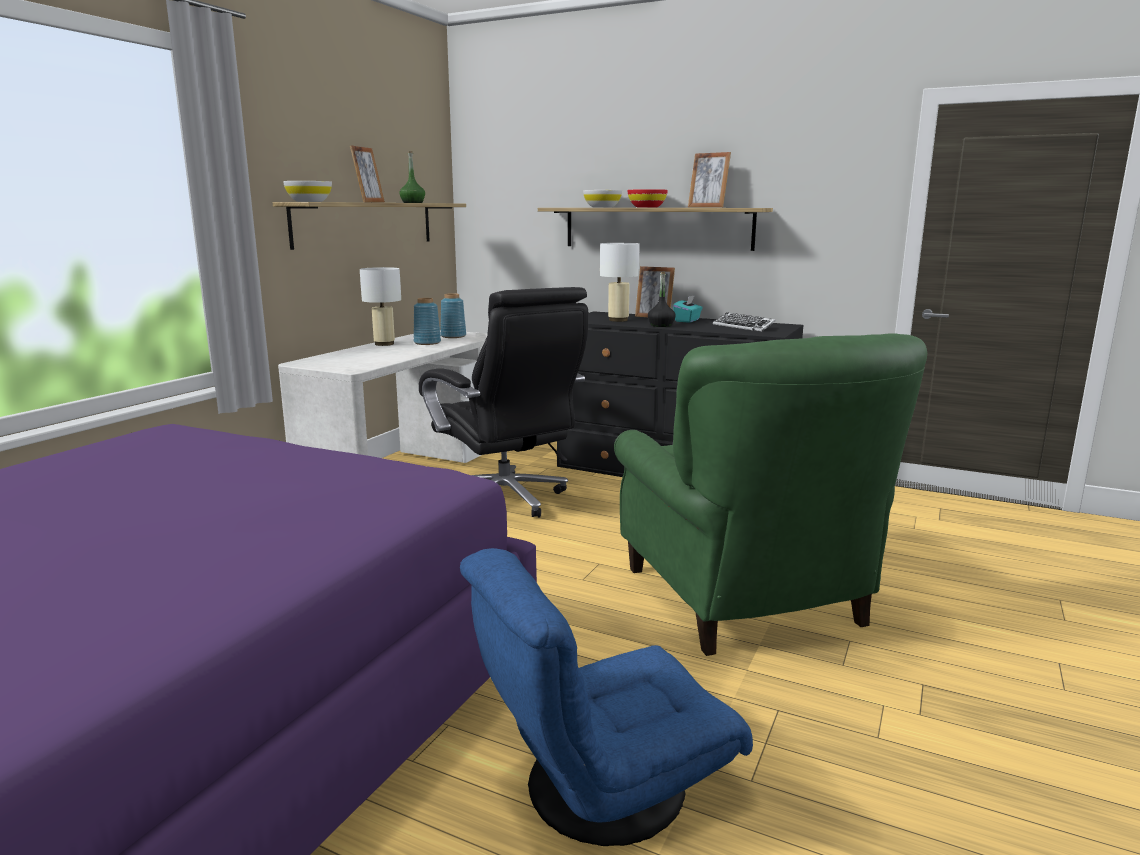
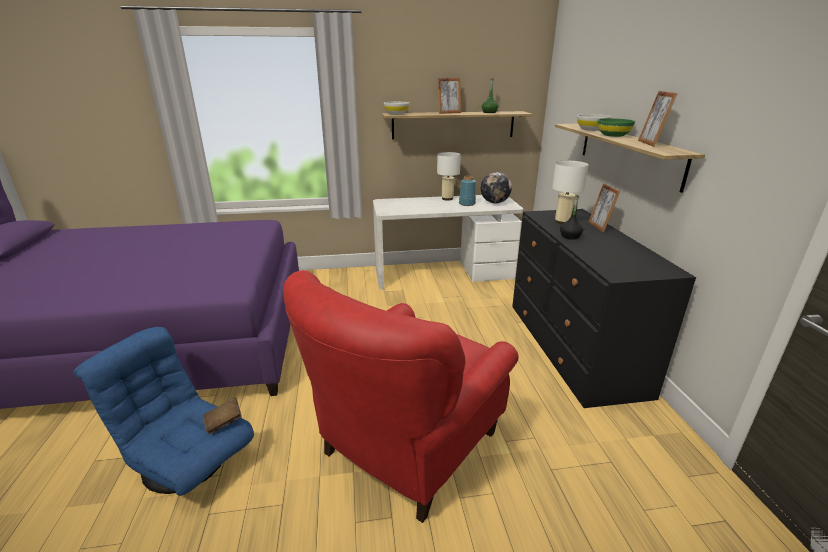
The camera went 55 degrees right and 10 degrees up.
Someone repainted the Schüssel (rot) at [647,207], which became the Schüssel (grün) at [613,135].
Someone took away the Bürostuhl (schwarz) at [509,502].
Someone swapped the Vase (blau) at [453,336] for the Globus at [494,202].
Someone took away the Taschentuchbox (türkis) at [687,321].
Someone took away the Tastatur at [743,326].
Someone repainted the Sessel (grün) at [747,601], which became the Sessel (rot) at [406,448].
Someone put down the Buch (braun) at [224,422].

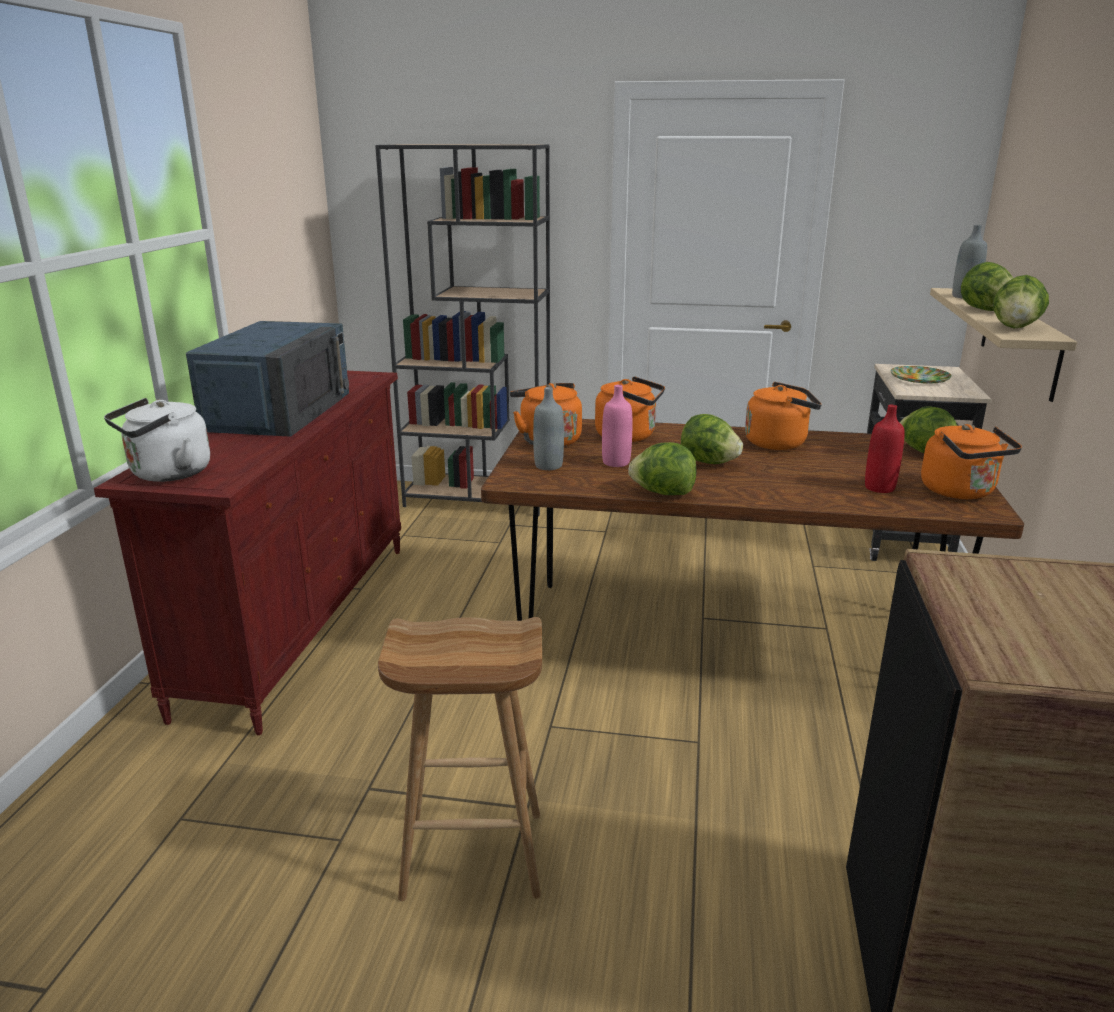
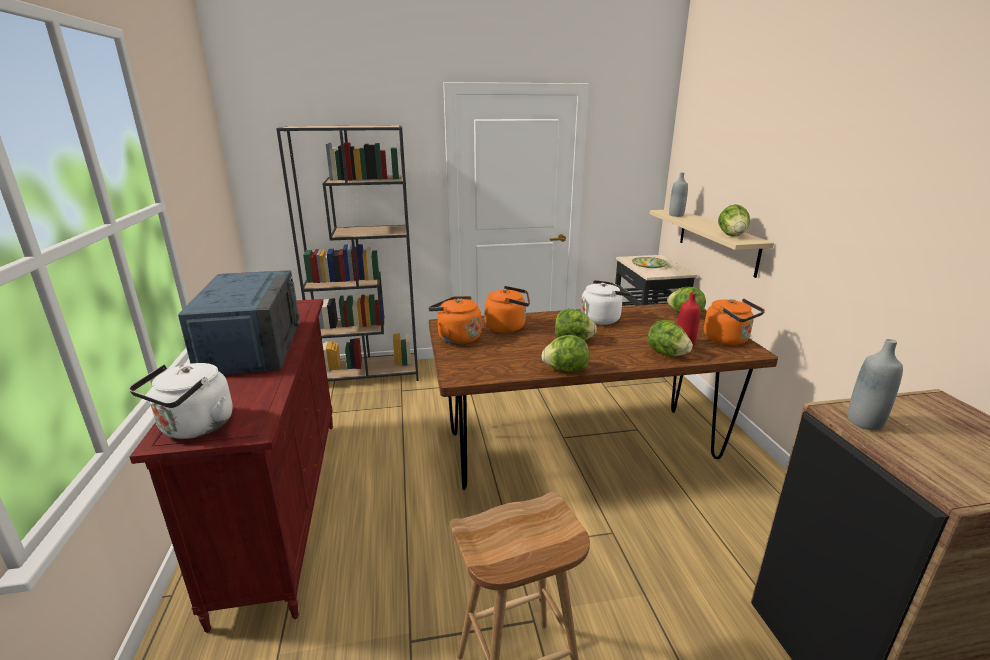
The camera went 20 degrees left and 0 degrees up.
Someone carried the Salatkopf from [985,310] to [667,354].
Someone repainted the Wasserkessel (orange) at [779,443], which became the Wasserkessel (weiß) at [602,319].
Someone took away the Flasche (rosa) at [616,462].
Someone carried the Flasche (grau) from [548,466] to [864,422].

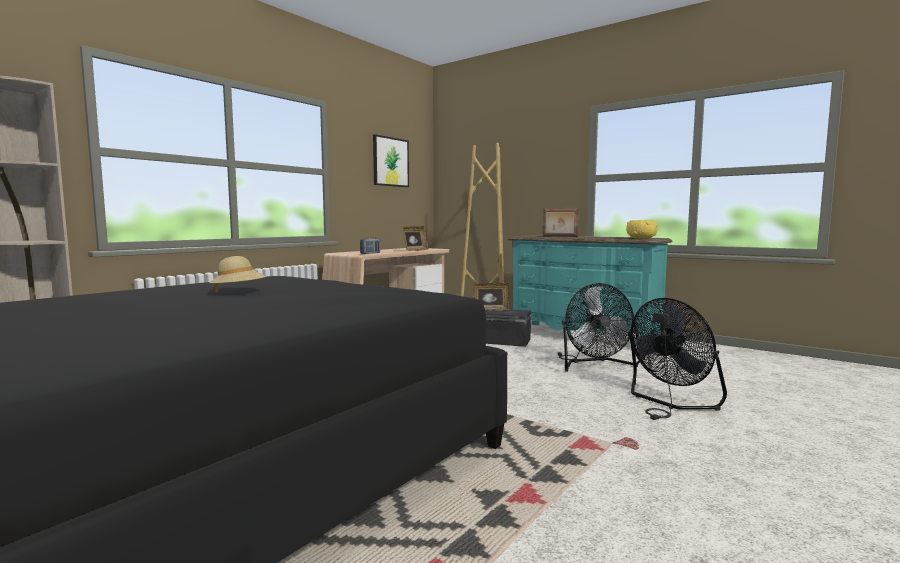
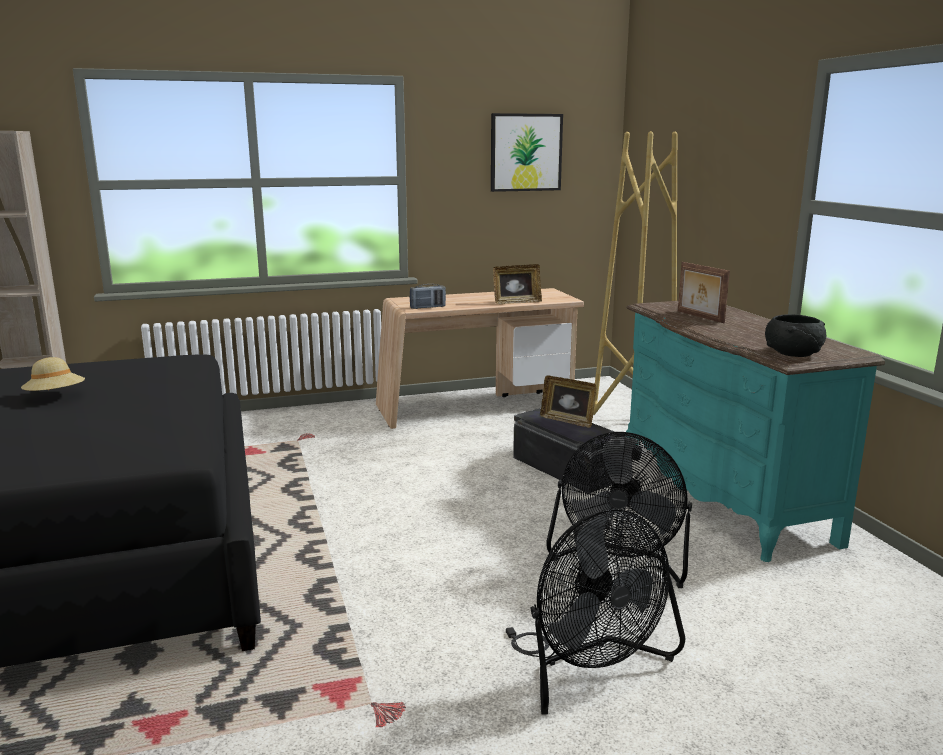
The camera went 35 degrees right and 10 degrees up.
Someone repainted the Schüssel (gelb) at [641,238], which became the Schüssel (schwarz) at [792,353].
Someone rotated the Ventilator (schwarz) at [665,401] by 60 degrees clockwise.

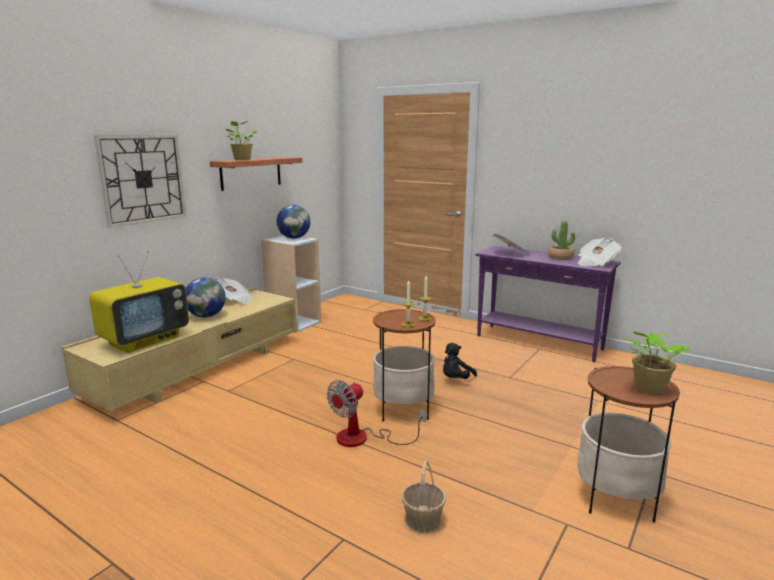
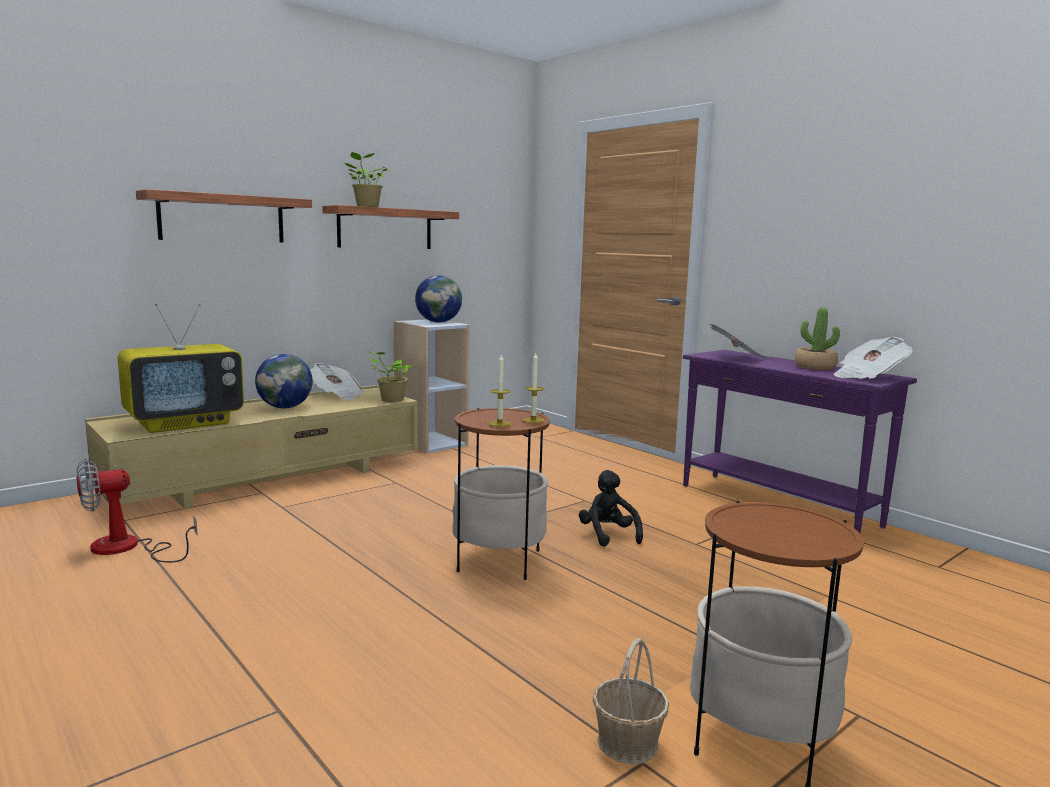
The camera went 15 degrees right and 5 degrees down.
Someone swapped the Wanduhr at [142,179] for the Wandregal at [222,218].
Someone carried the Topfpflanze from [648,388] to [390,400].
Someone rotated the Plüschtier (schwarz) at [456,379] by 105 degrees clockwise.
Someone carried the Ventilator from [363,438] to [127,548].
Someone carried the Korb from [422,520] to [627,743].

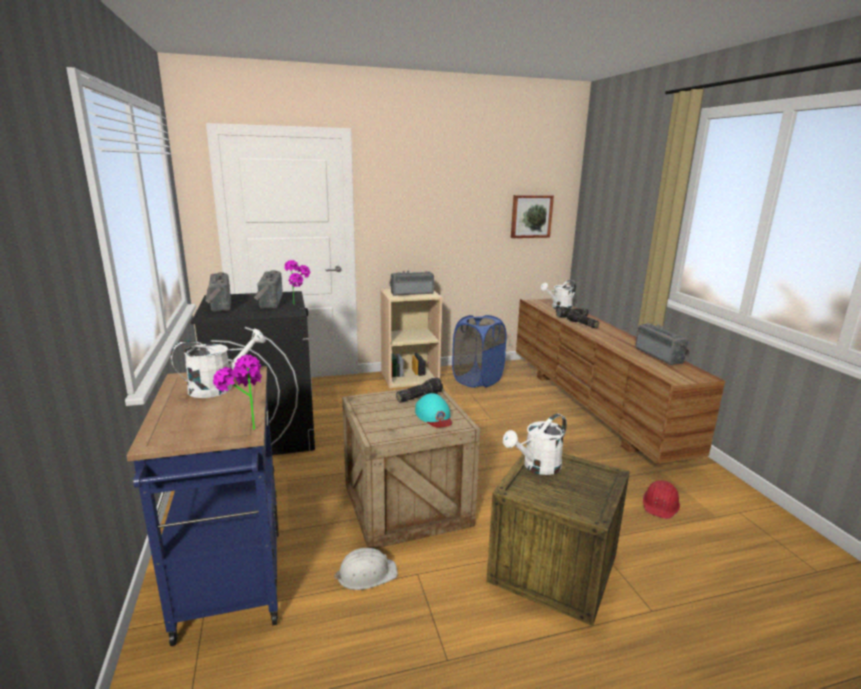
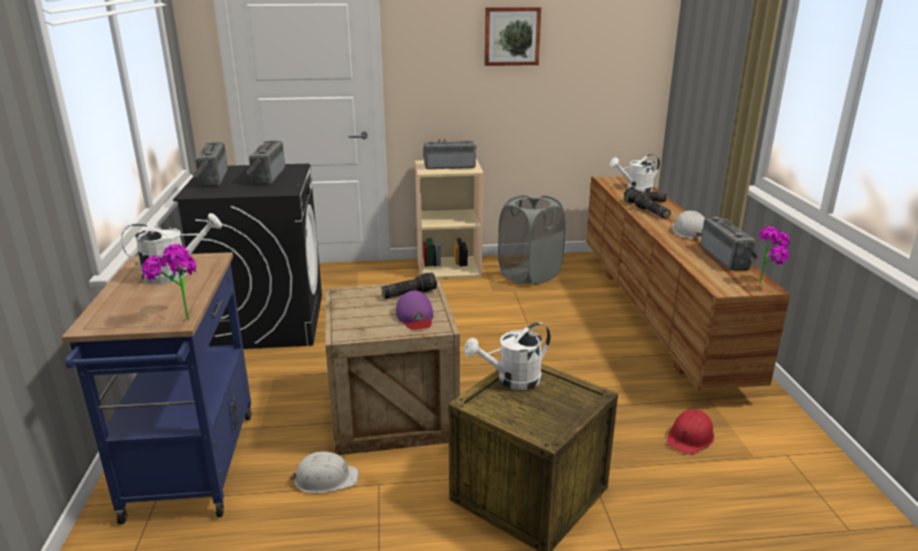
The camera went 10 degrees right and 5 degrees up.
Someone carried the Bild from [531,216] to [511,36].
Someone carried the Topfpflanze from [299,305] to [768,284].
Someone repainted the Wäschekorb (blau) at [477,380], which became the Wäschekorb (grau) at [529,275].
Someone repainted the Kappe (türkis) at [434,416], which became the Kappe (lila) at [415,316].
Someone put down the Schutzhelm (weiß) at [689,232].

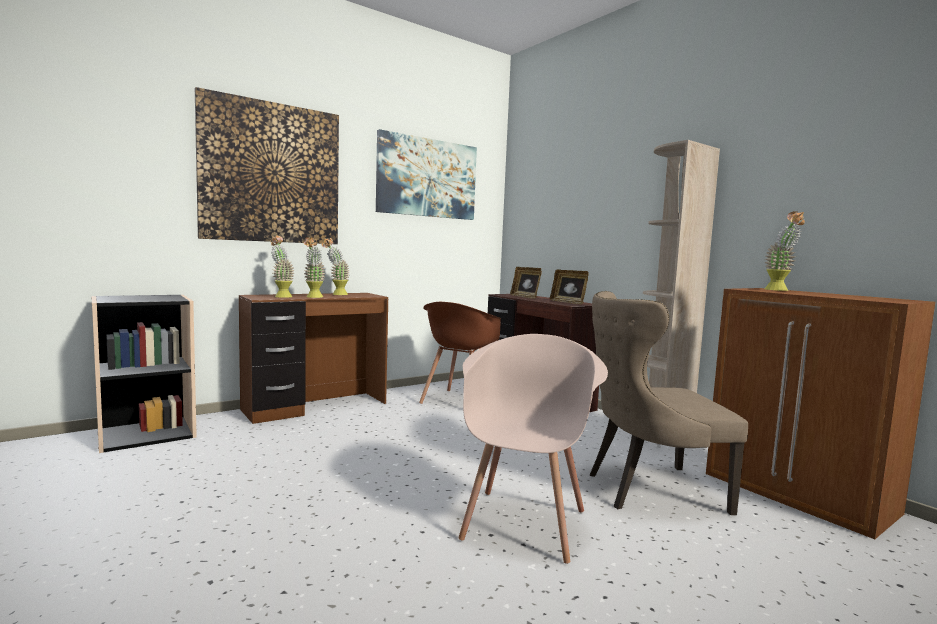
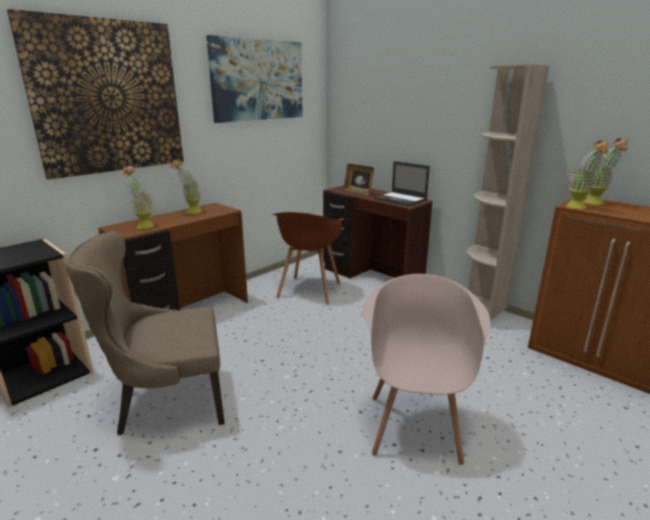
The camera went 10 degrees left and 15 degrees up.
Someone carried the Topfpflanze from [313,297] to [579,208].
Someone swapped the Bilderrahmen at [568,302] for the Laptop at [401,199].
Someone carried the Stuhl (beige) from [648,489] to [167,403].

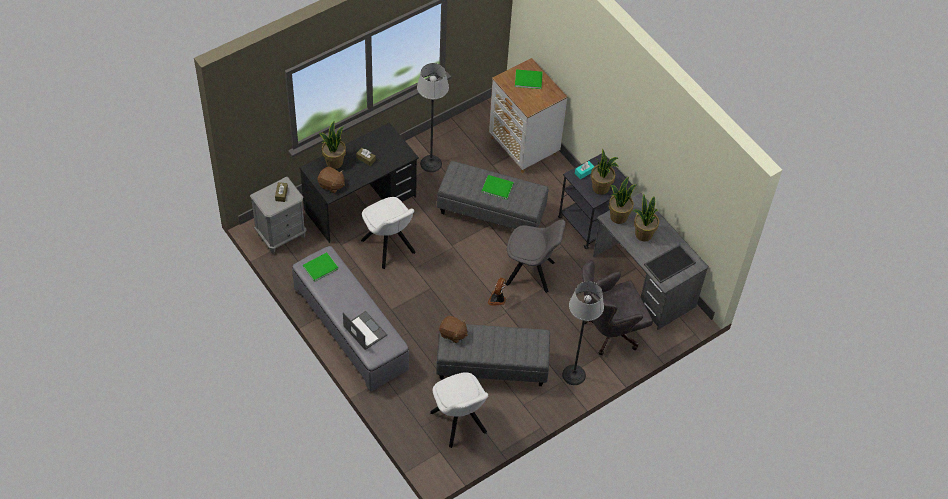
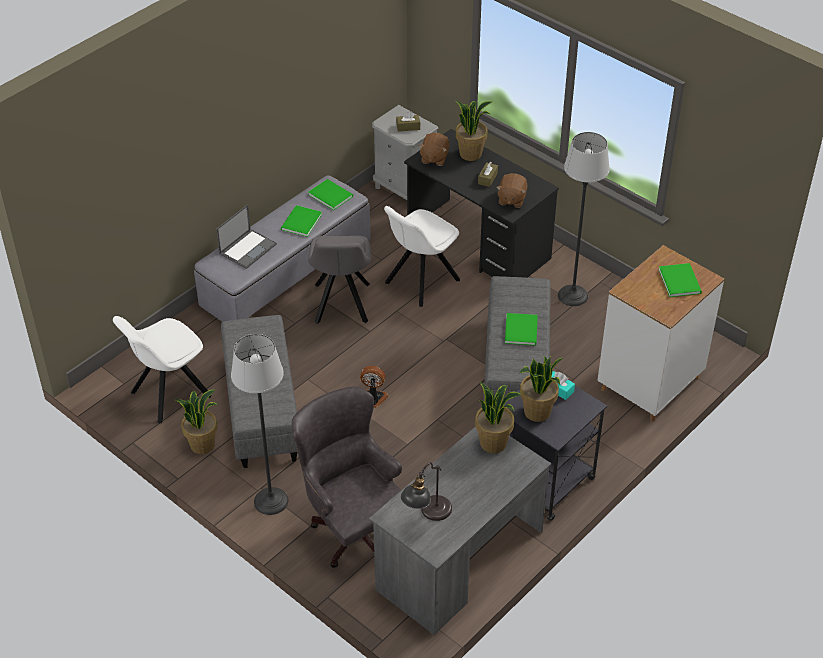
The camera went 80 degrees right and 10 degrees down.
Someone carried the Topfpflanze from [643,234] to [202,444].
Someone carried the Stuhl (grau) from [531,273] to [341,303].
Someone swapped the Tablett at [669,263] for the Tischlampe (grau) at [427,516].
Someone carried the Plüschtier (braun) from [453,334] to [511,199].
Someone put down the Buch (grün) at [300,222].

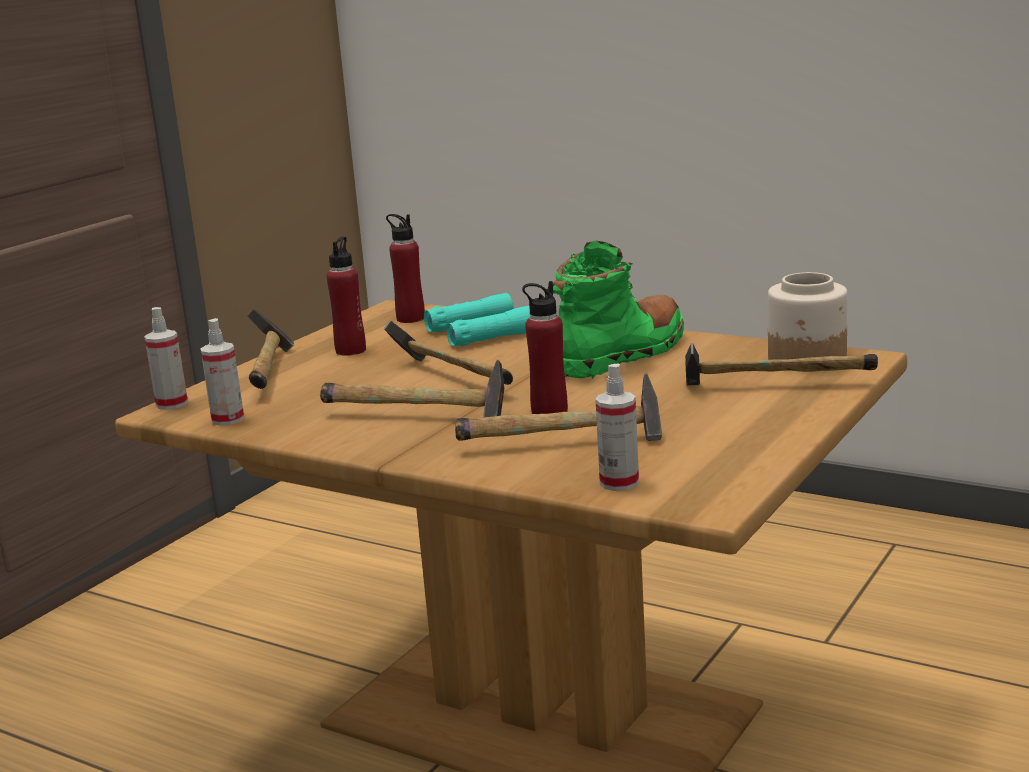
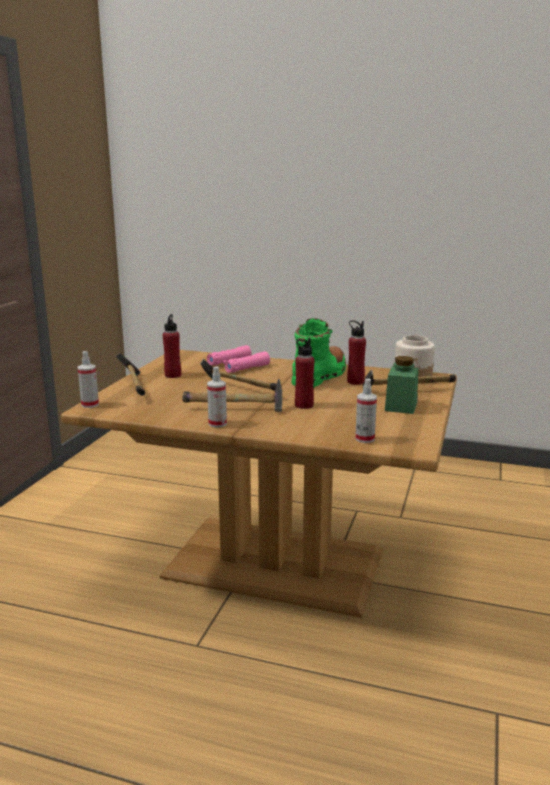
The camera went 15 degrees left and 0 degrees up.
Someone carried the Flasche (rot) from [410,318] to [355,382].
Someone repainted the Fernglas (türkis) at [481,332], which became the Fernglas (rosa) at [238,365].
Someone carried the Sprühflasche from [228,419] to [217,424].
Someone took away the Hammer at [566,443].
Someone put down the Vorratsglas (grün) at [401,406].

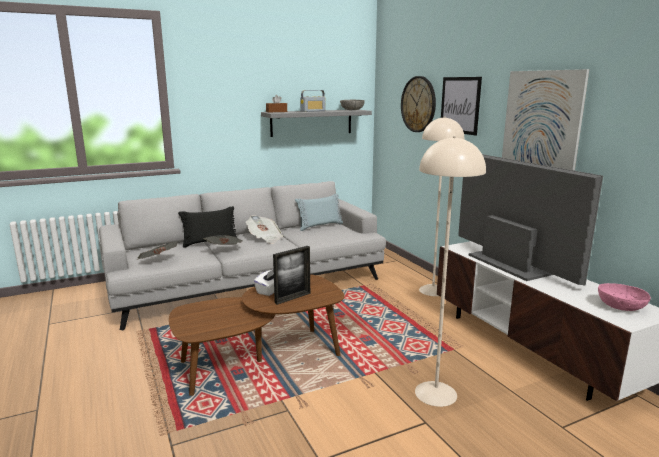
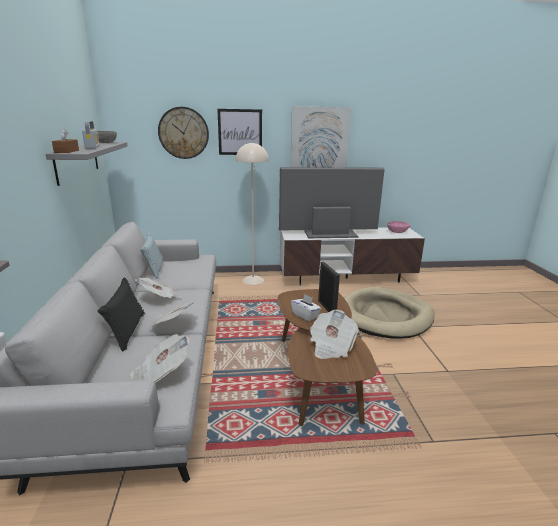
The camera went 70 degrees left and 5 degrees up.
Someone swapped the Stehlampe (beige) at [436,393] for the Hundebett (beige) at [385,316].
Someone put down the Zeitung at [331,346].

